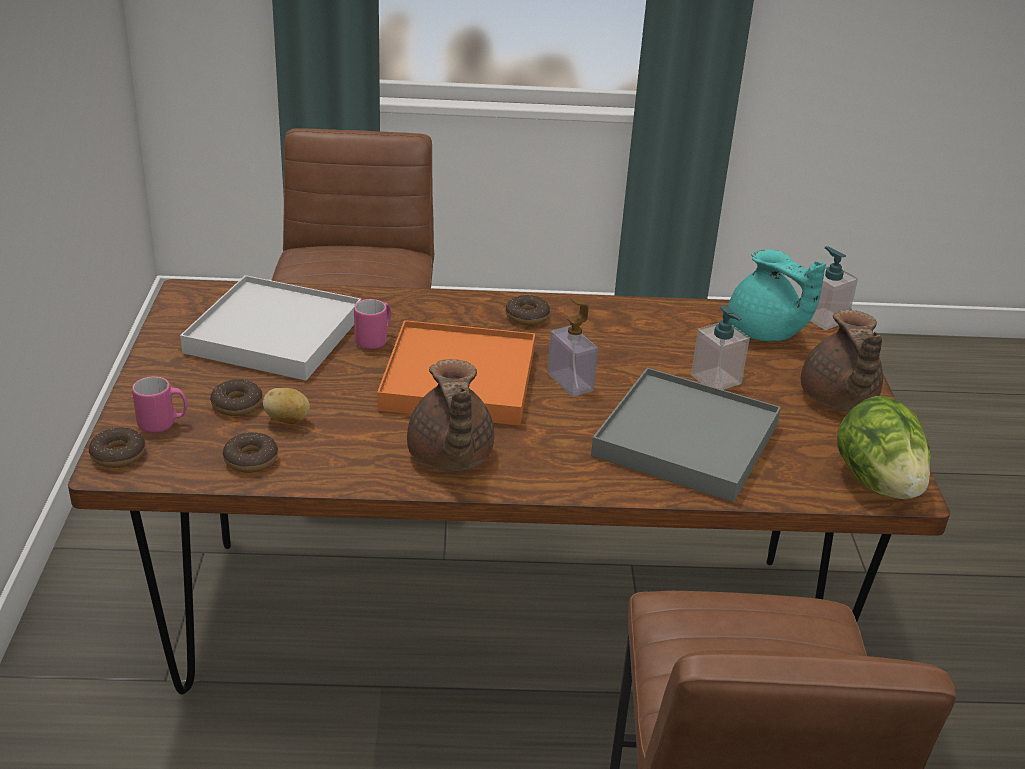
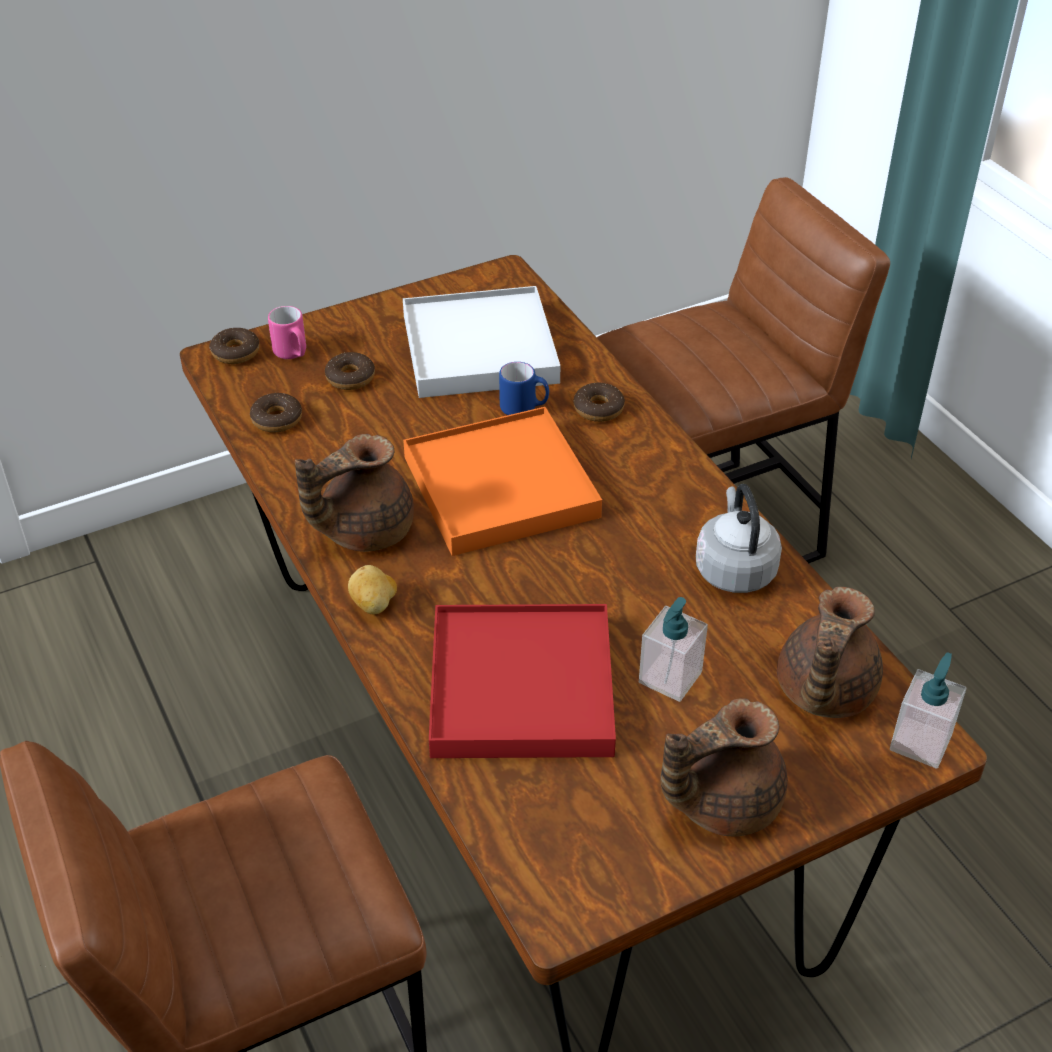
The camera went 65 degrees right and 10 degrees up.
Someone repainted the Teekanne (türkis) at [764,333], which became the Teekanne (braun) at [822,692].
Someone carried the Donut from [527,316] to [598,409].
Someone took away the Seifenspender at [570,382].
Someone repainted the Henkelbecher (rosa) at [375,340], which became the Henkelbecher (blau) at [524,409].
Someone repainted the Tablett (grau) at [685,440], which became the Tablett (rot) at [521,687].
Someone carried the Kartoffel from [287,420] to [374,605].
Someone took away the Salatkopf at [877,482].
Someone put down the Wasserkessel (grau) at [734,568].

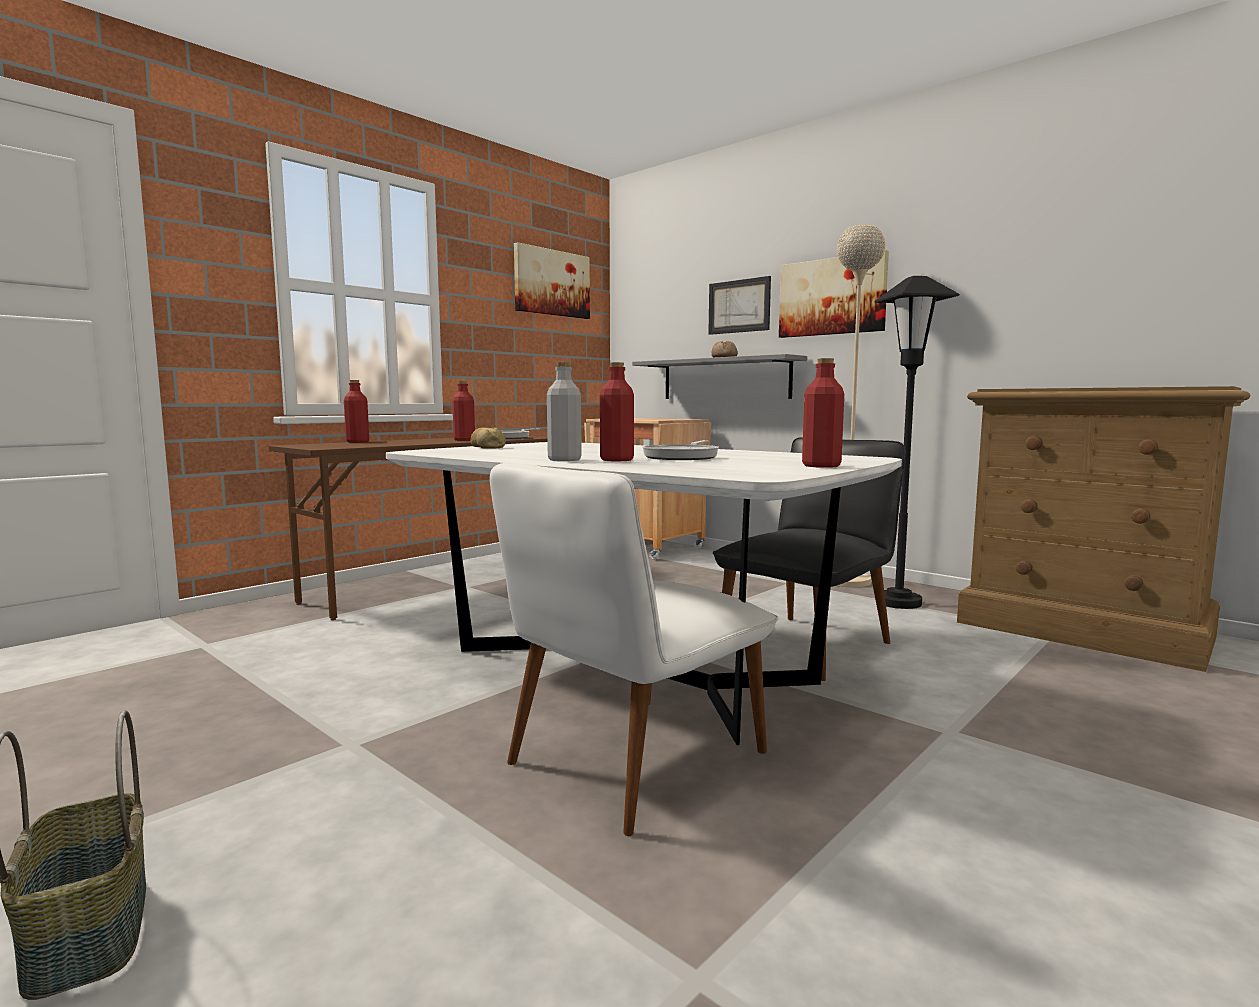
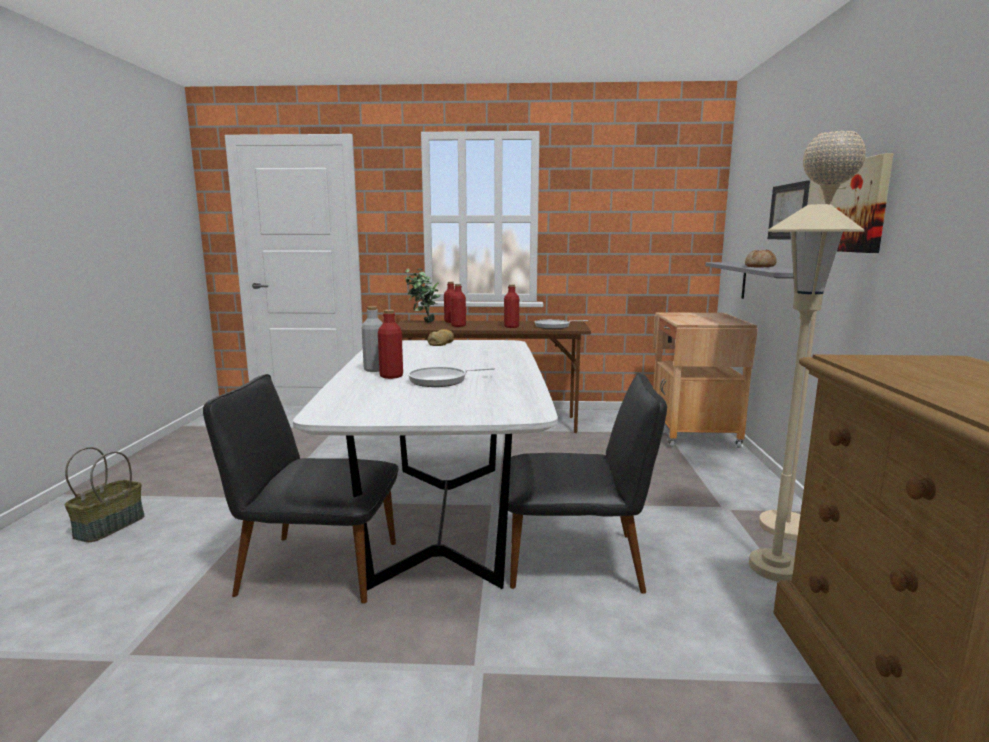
The camera went 50 degrees right and 5 degrees up.
Someone took away the Bild at [551,283].
Someone repainted the Stehlampe (schwarz) at [898,602], which became the Stehlampe (beige) at [775,568].
Someone carried the Flasche (rot) from [821,466] to [458,326].
Someone repainted the Stuhl (weiß) at [638,757], which became the Stuhl (schwarz) at [319,567].
Someone put down the Topfpflanze at [422,322].

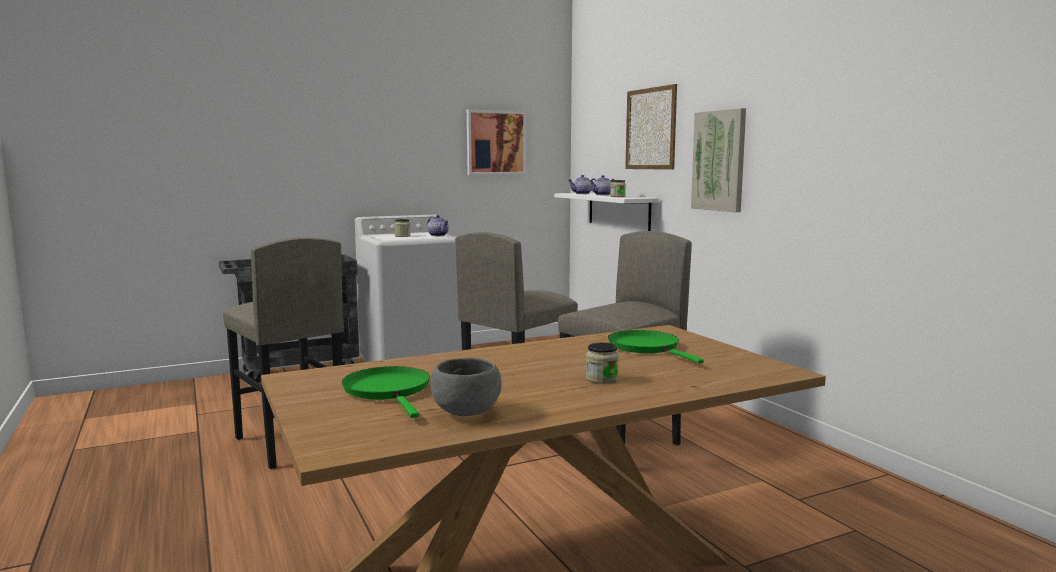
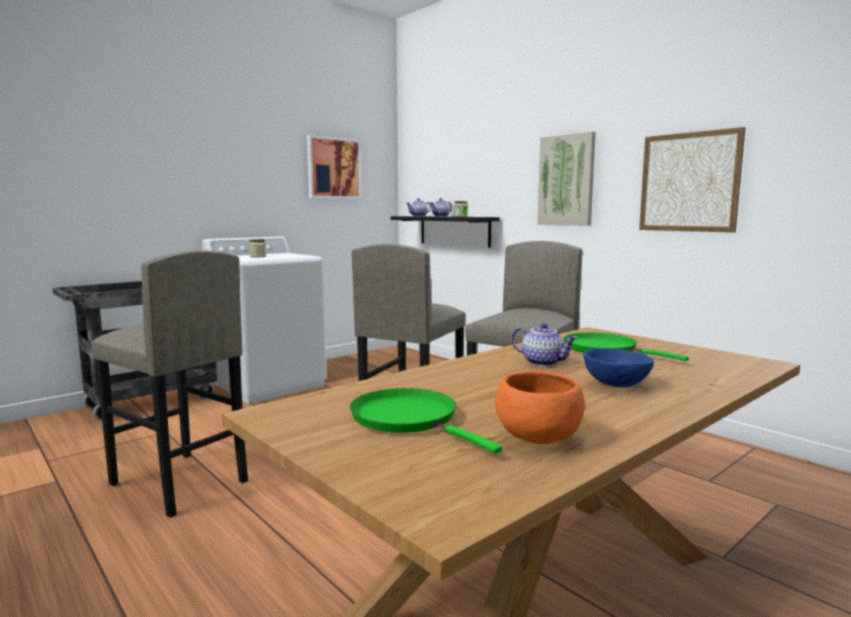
The camera went 15 degrees left and 0 degrees up.
Someone carried the Bild from [651,127] to [689,181].
Someone repainted the Wandregal (weiß) at [618,210], which became the Wandregal (schwarz) at [454,230].
Someone carried the Teekanne from [438,235] to [543,362].
Someone swapped the Vorratsglas at [601,379] for the Schüssel (blau) at [616,384].
Someone repainted the Schüssel (grau) at [466,413], which became the Schüssel (orange) at [537,439].

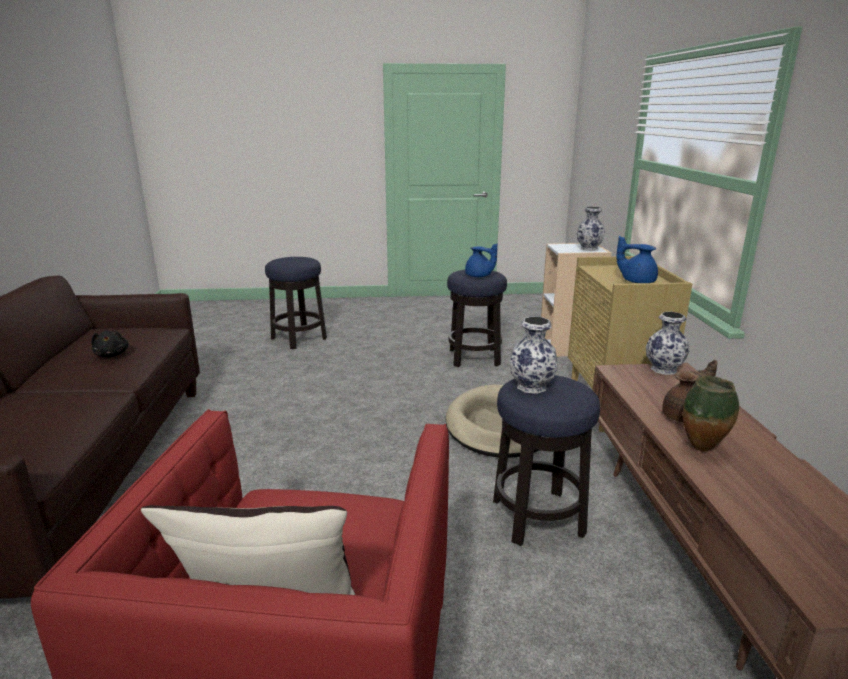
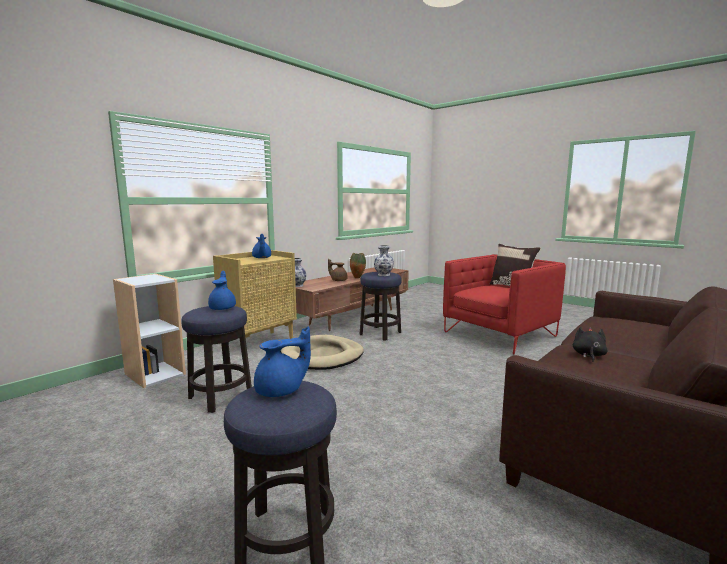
The camera went 135 degrees left and 10 degrees down.
Someone took away the Vase at [588,249].
Someone put down the Teekanne (blau) at [281,391].

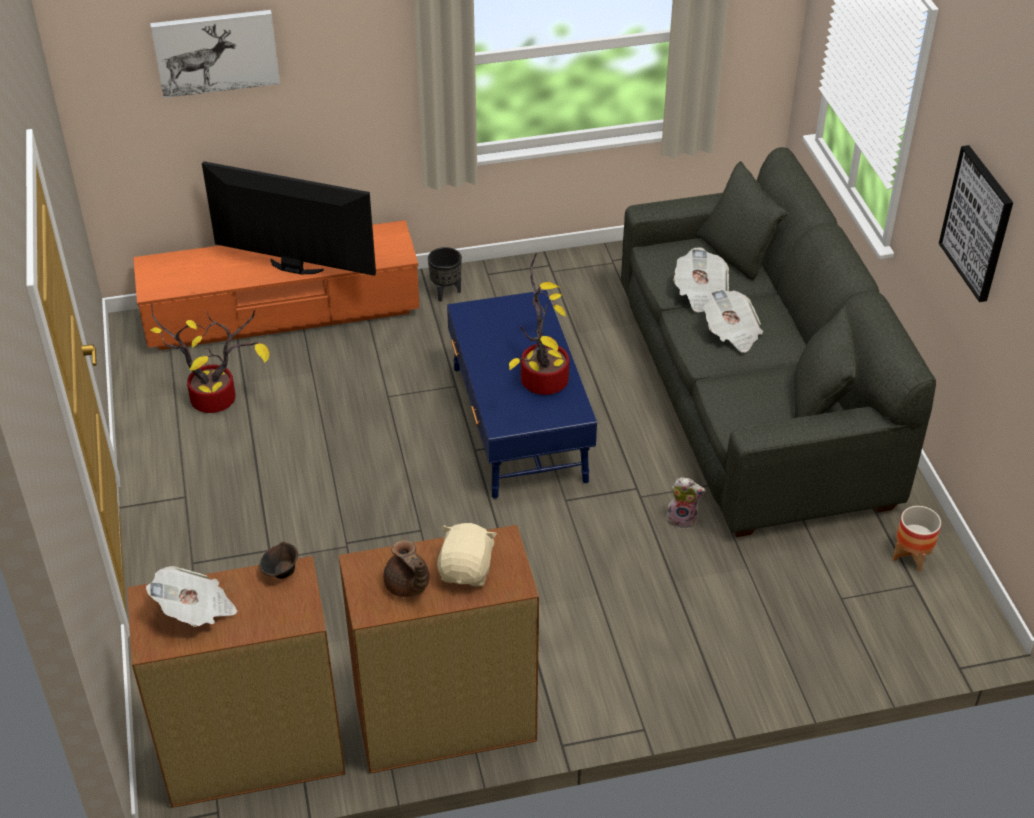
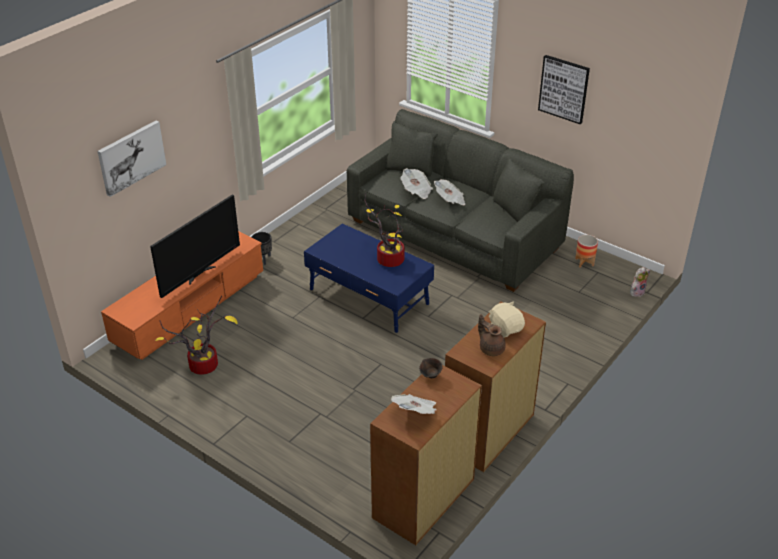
The camera went 40 degrees left and 5 degrees down.
Someone rotated the Fernseher at [294,268] by 150 degrees clockwise.
Someone carried the Plüschtier from [682,518] to [637,292].
Someone rotated the Teekanne (braun) at [408,586] by 150 degrees counterclockwise.

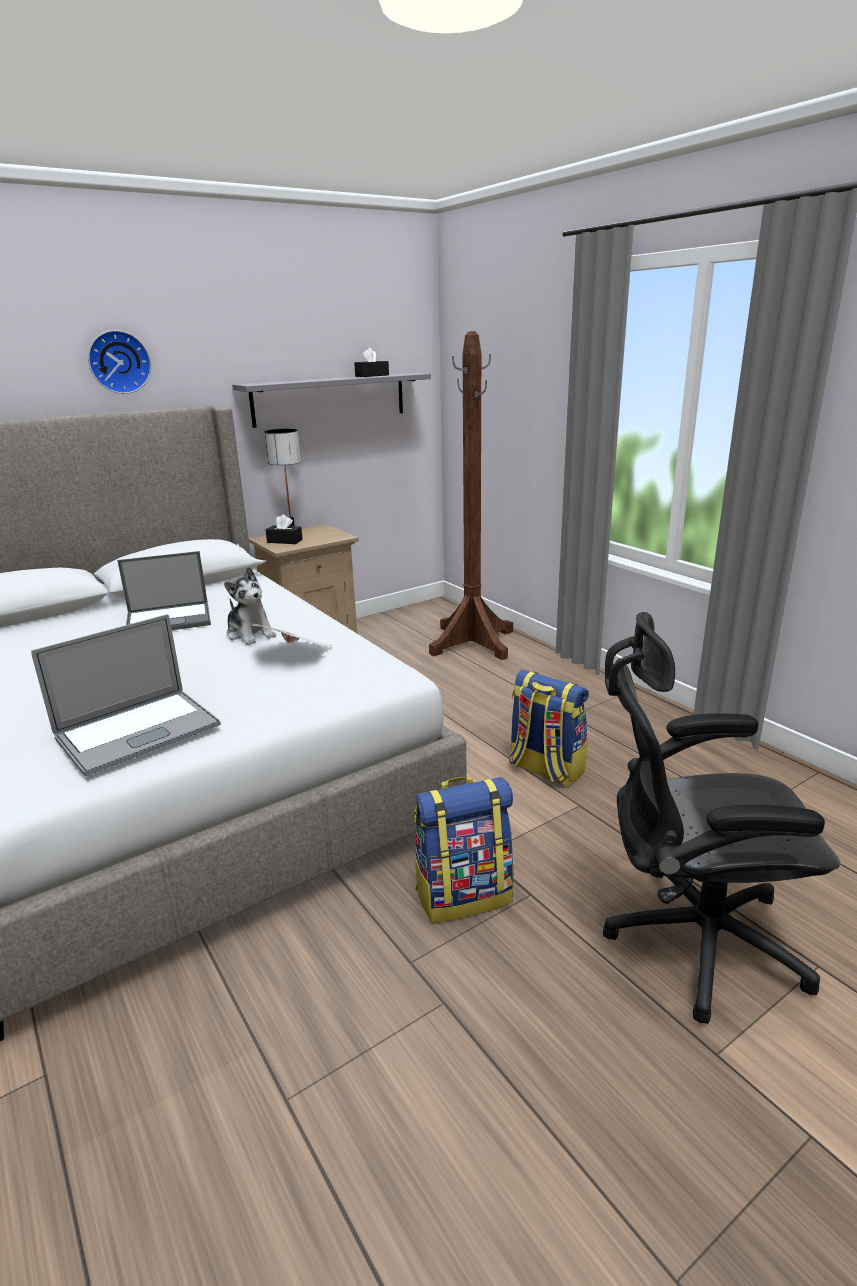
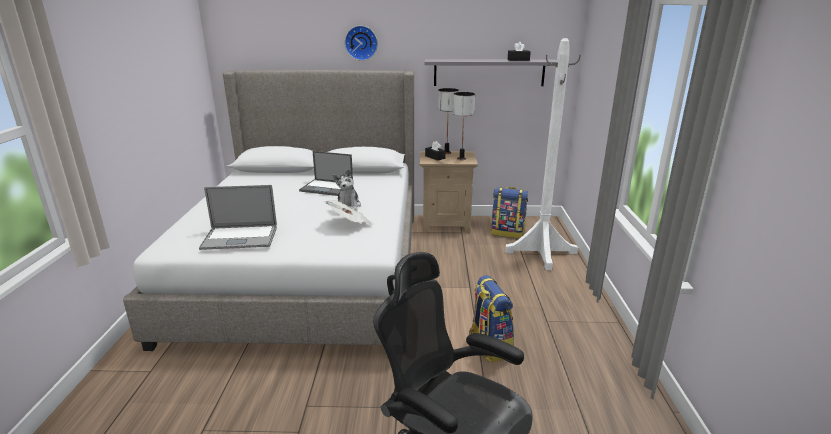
The camera went 35 degrees right and 0 degrees up.
Someone repainted the Kleiderständer (braun) at [472,642], which became the Kleiderständer (weiß) at [541,252].
Someone carried the Rucksack from [464,895] to [508,233].
Someone put down the Tischlampe at [461,159].

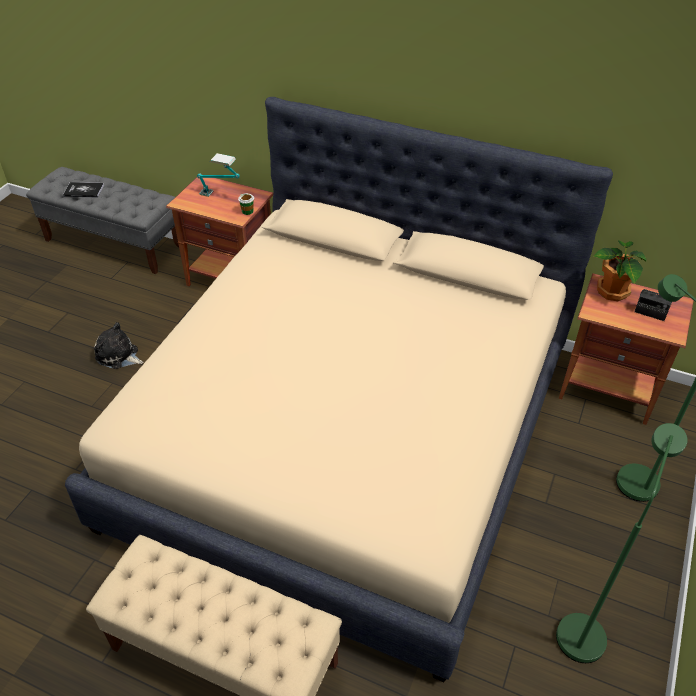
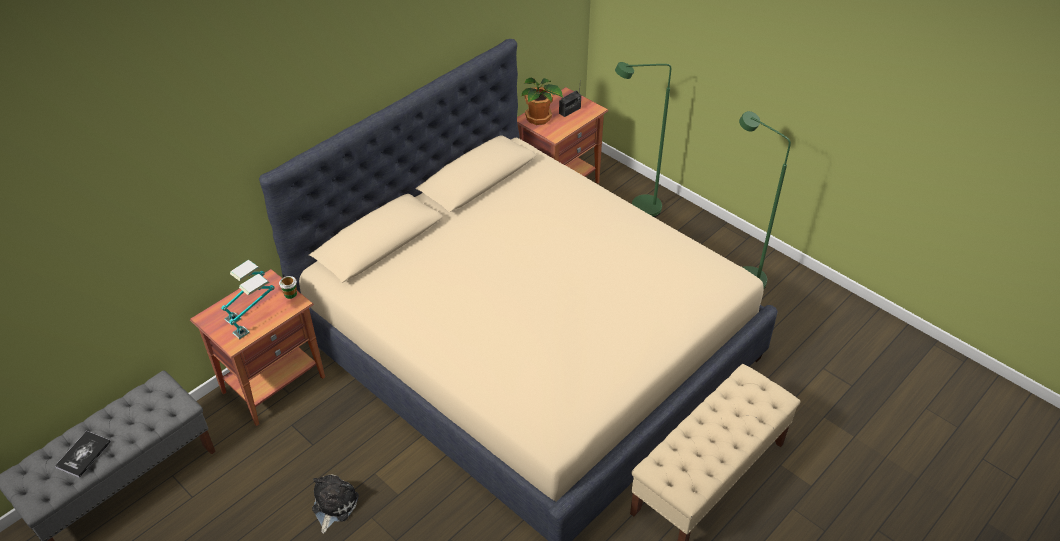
The camera went 70 degrees left and 0 degrees up.
Someone rotated the Plüschtier at [119,356] by 150 degrees clockwise.
Someone put down the Tischlampe at [257,323].

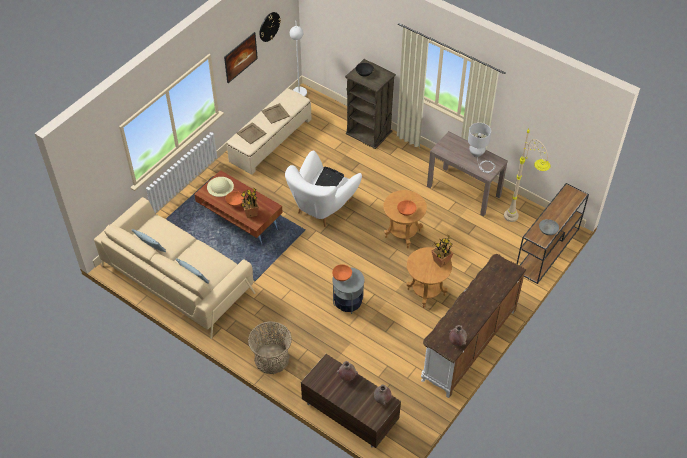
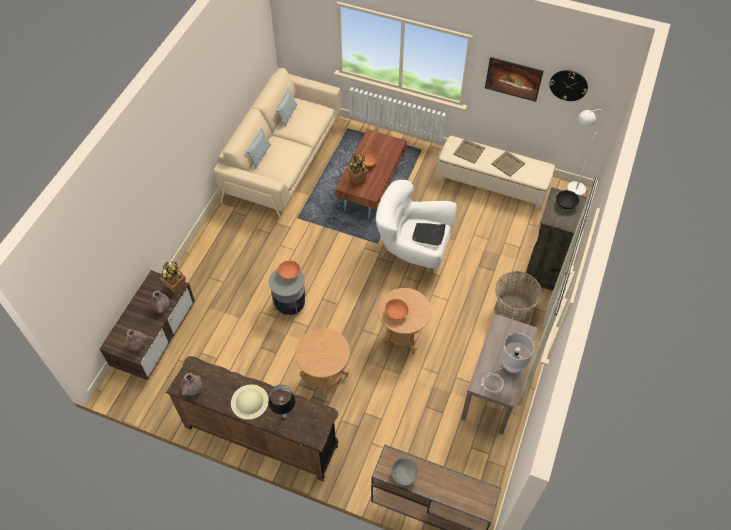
The camera went 75 degrees right and 5 degrees up.
Someone took away the Stehlampe (beige) at [519,224].
Someone carried the Hut (beige) from [220,186] to [249,402].
Someone carried the Topfpflanze from [441,261] to [176,287].
Someone repainted the Schrank (weiß) at [468,344], which became the Schrank (schwarz) at [261,435].
Someone carried the Korb from [271,359] to [512,310].
Someone put down the Tischlampe at [285,416].

